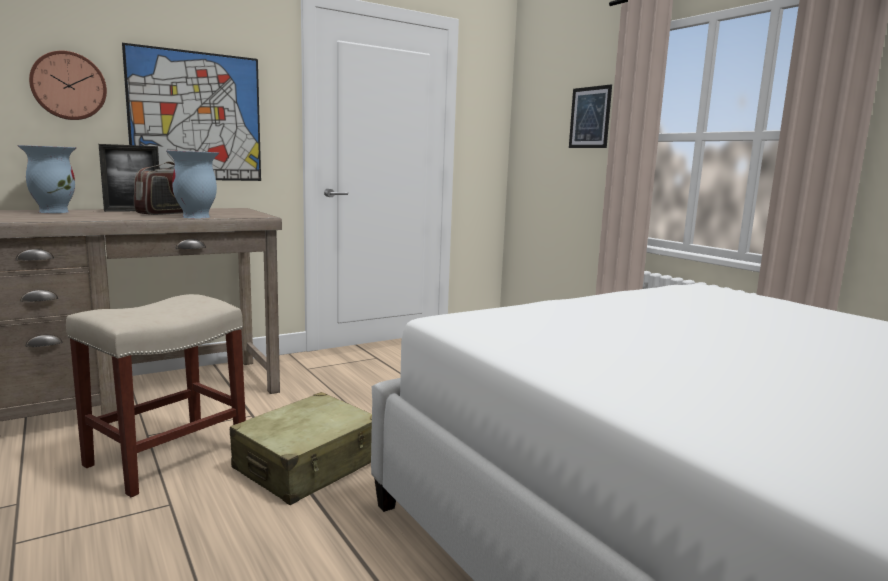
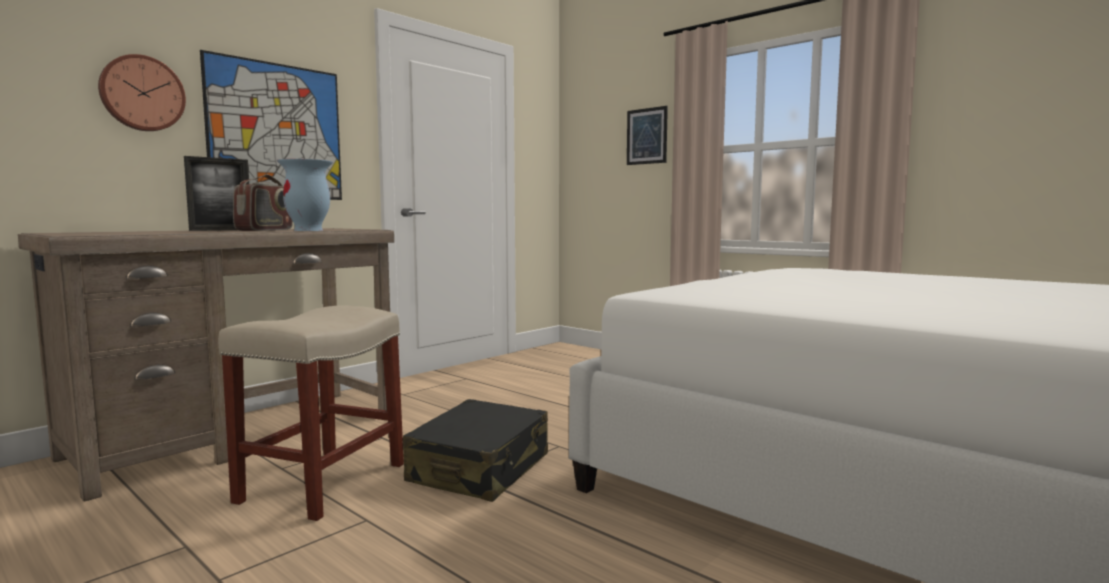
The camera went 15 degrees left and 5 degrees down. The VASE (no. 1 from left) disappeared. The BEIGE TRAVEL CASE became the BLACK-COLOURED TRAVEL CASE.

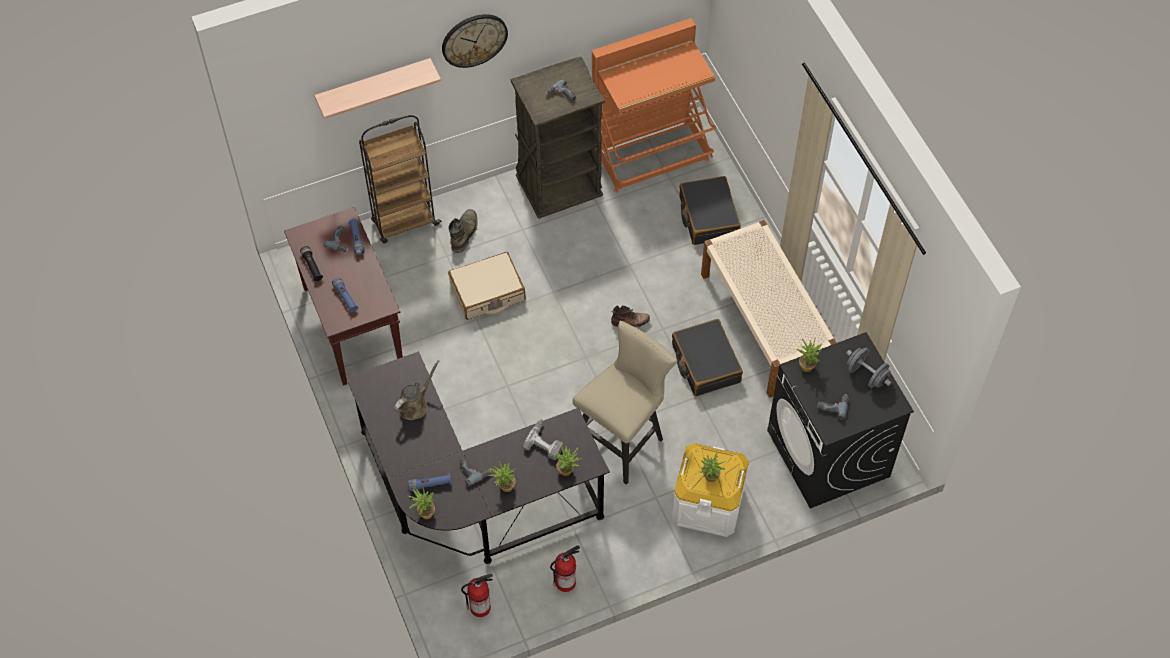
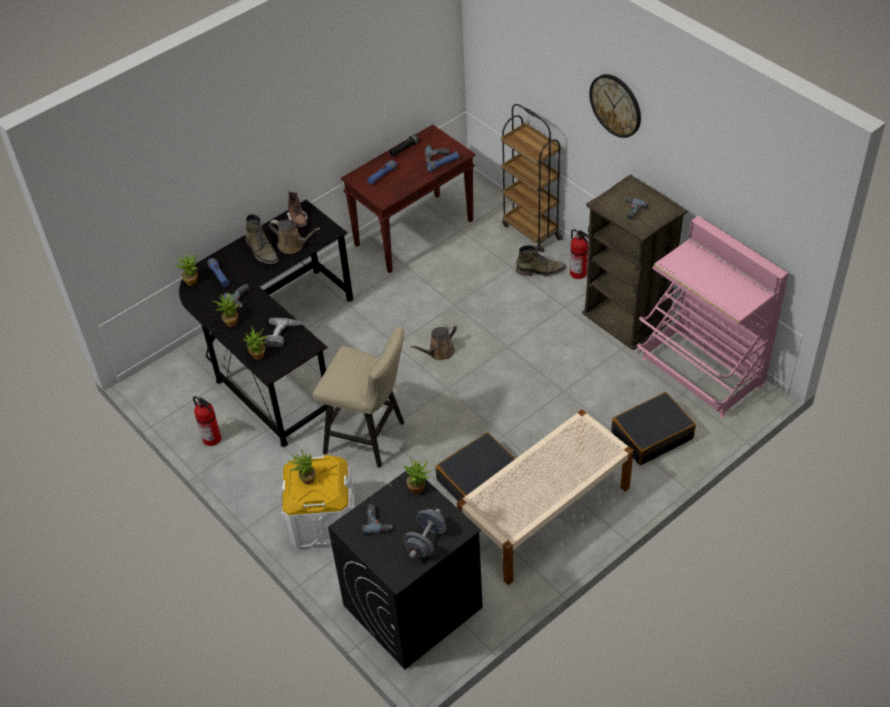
The camera went 75 degrees right and 10 degrees down. The ORANGE-COLOURED SHOE RACK became the PINK SHOE RACK. The BRACKET SHELF disappeared. The BEIGE TRAVEL CASE disappeared. The BROWN HIGH-TOP BOOT moved. The FIRE-FIGHTING CYLINDER (no. 1 from left in the first image) moved. The GREENISH HIGH-TOP BOOT (no. 1 from left) appeared. The BROWN SPRINKLING CAN (no. 2 from left) appeared.

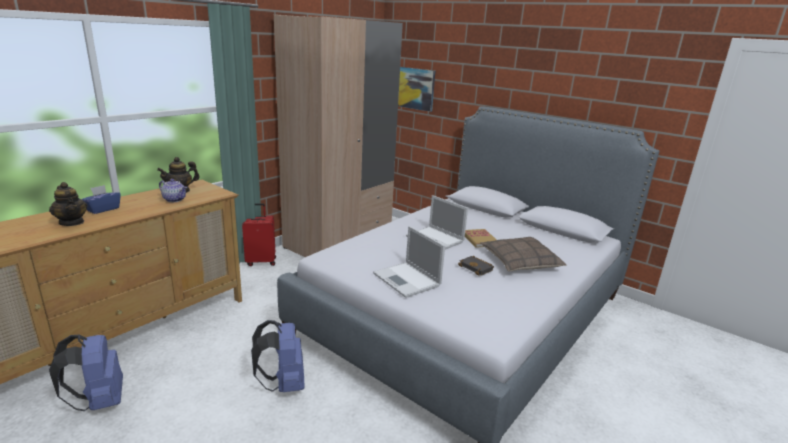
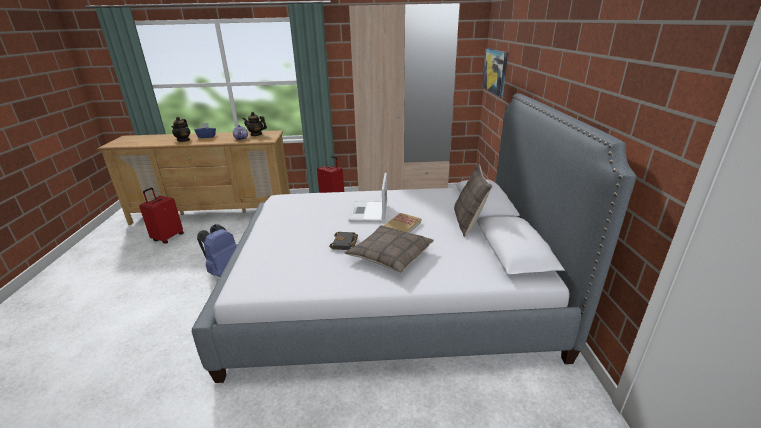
The camera went 50 degrees right and 5 degrees up. The LAPTOP (no. 1 from left) disappeared. The BLUE RUCKSACK (no. 1 from left) was replaced by the RED TRAVEL CASE (no. 1 from left). The PILLOW (no. 2 from left) appeared.

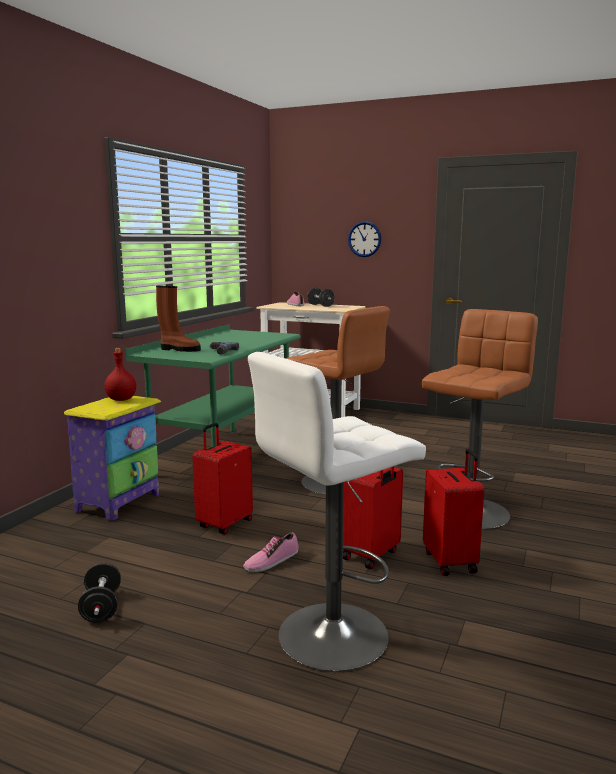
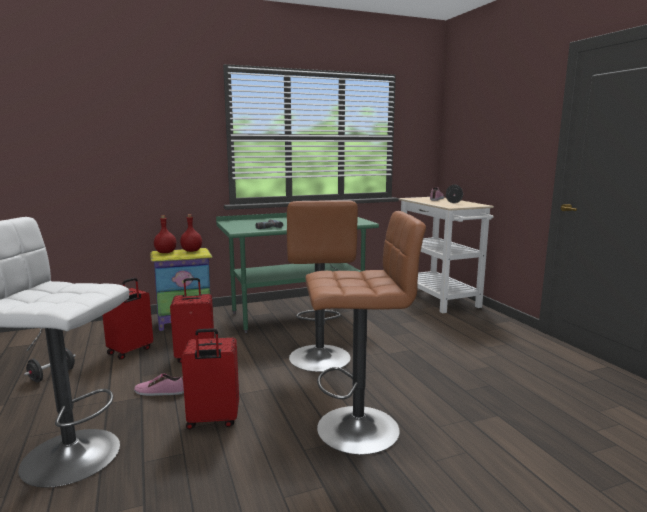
The camera went 45 degrees right and 0 degrees up. The CLOCK ON THE WALL disappeared. The BROWN HIGH-TOP BOOT disappeared. The RED TRAVEL CASE (no. 3 from left in the first image) moved. The RED BEVERAGE BOTTLE (no. 1 from left) appeared.

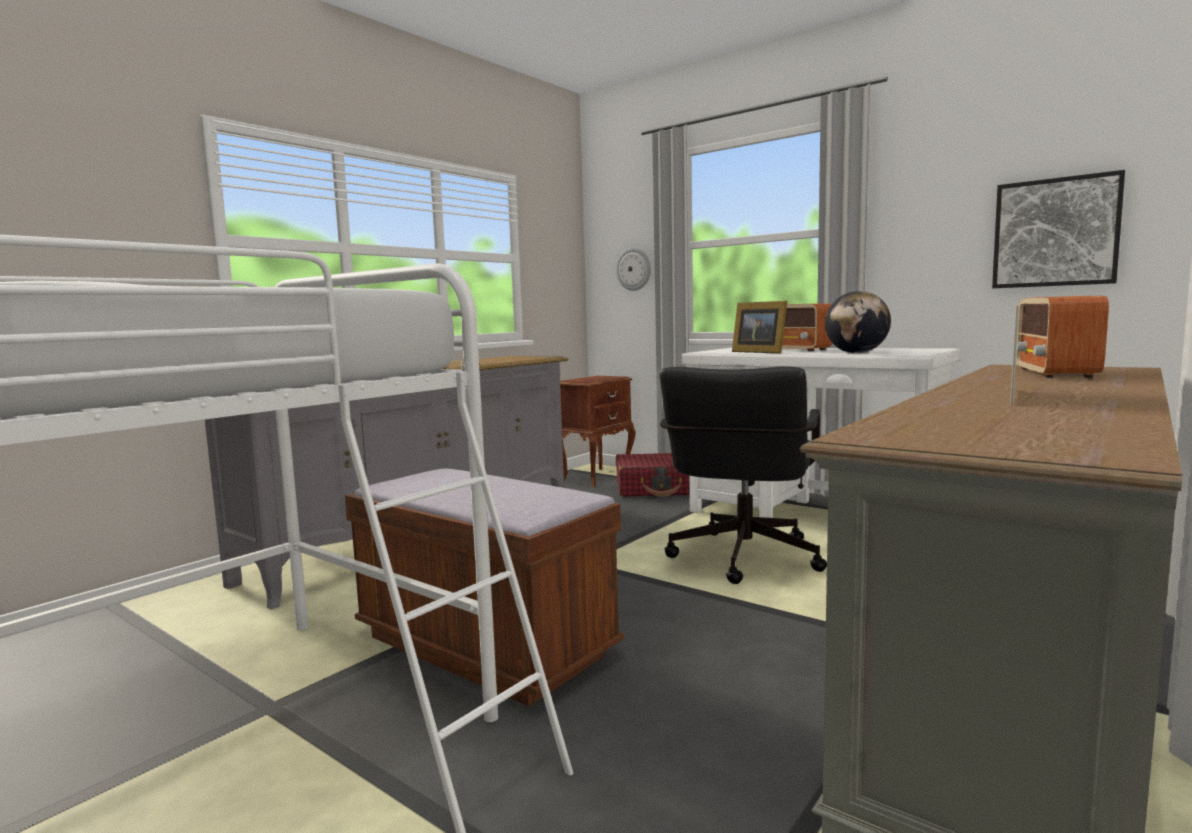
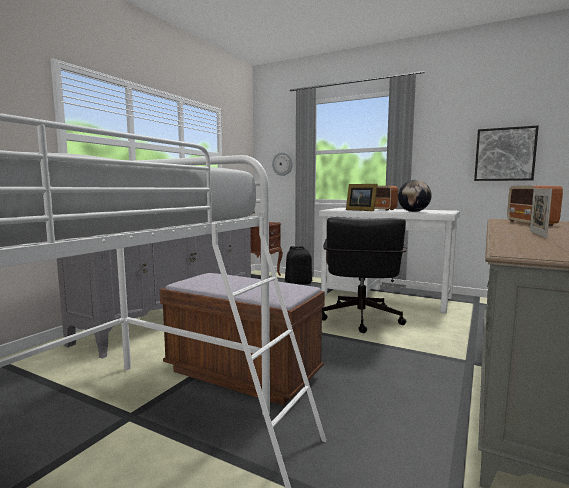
The camera went 10 degrees left and 0 degrees up. The RED TRAVEL CASE was replaced by the BLACK-COLOURED RUCKSACK.

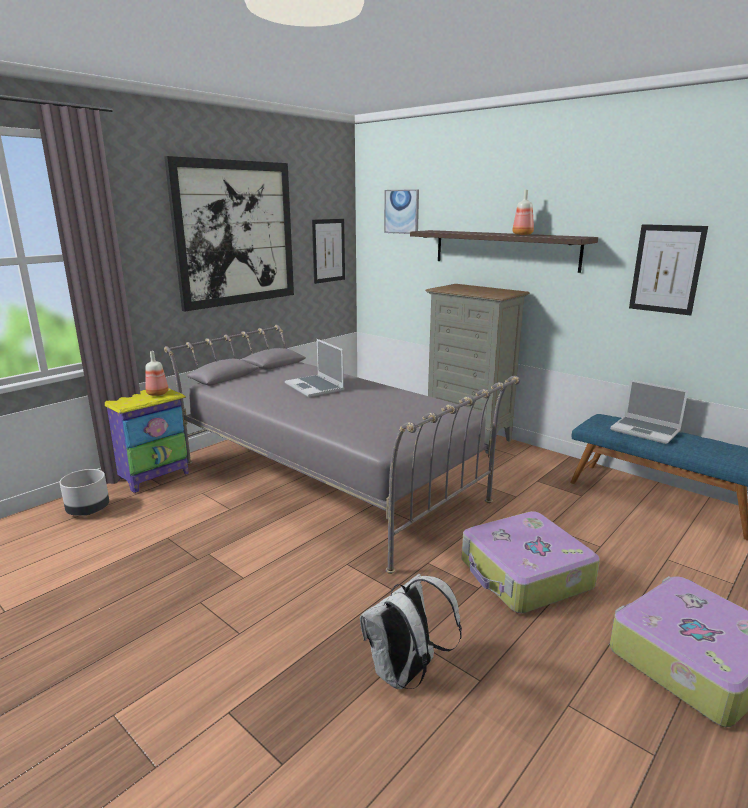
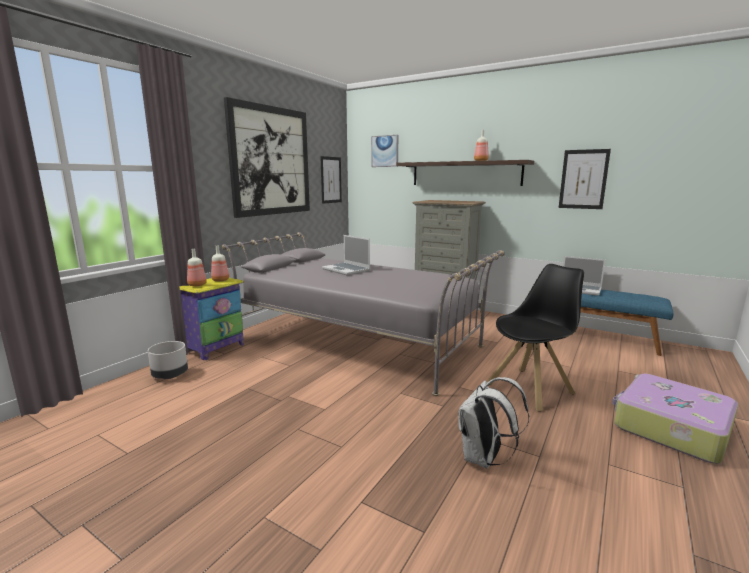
The camera went 10 degrees left and 5 degrees down. The TRAVEL CASE (no. 1 from left) was replaced by the BLACK-COLOURED PLAIN CHAIR. The BEVERAGE BOTTLE (no. 1 from left) appeared.

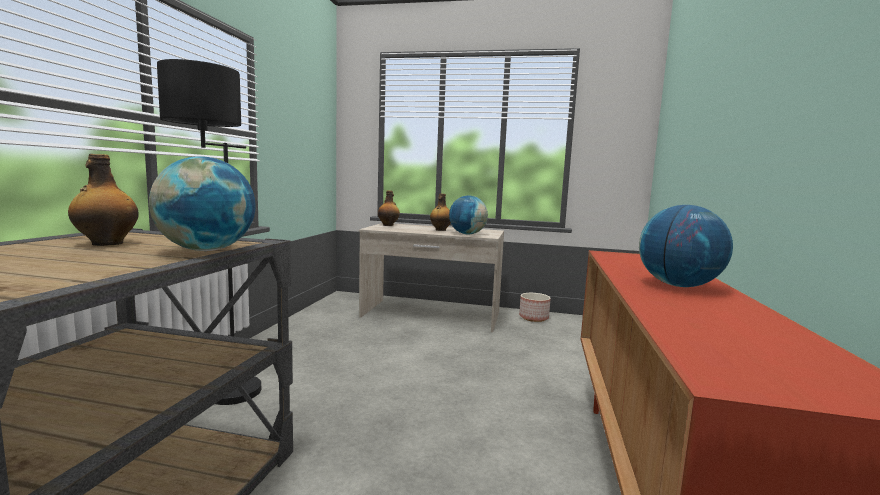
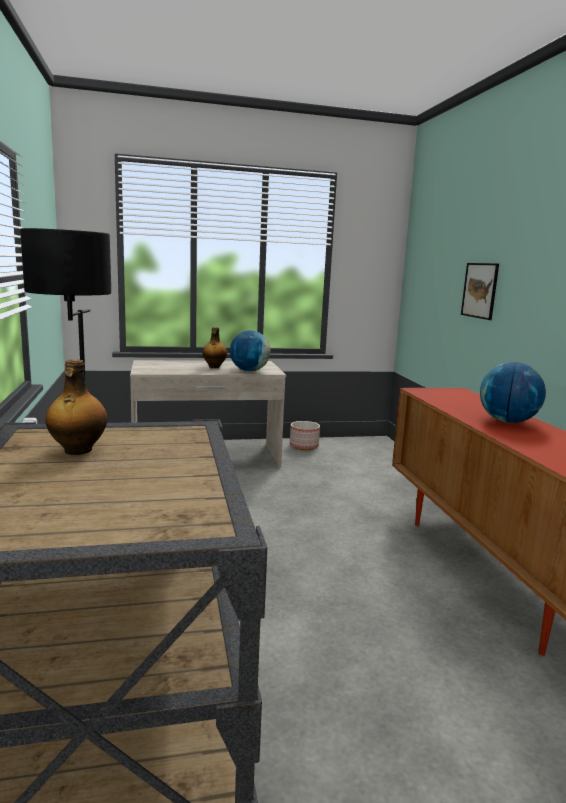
The camera went 25 degrees left and 5 degrees up. The GLOBE (no. 1 from left) disappeared. The BEVERAGE BOTTLE (no. 2 from left) disappeared. The PICTURE appeared.

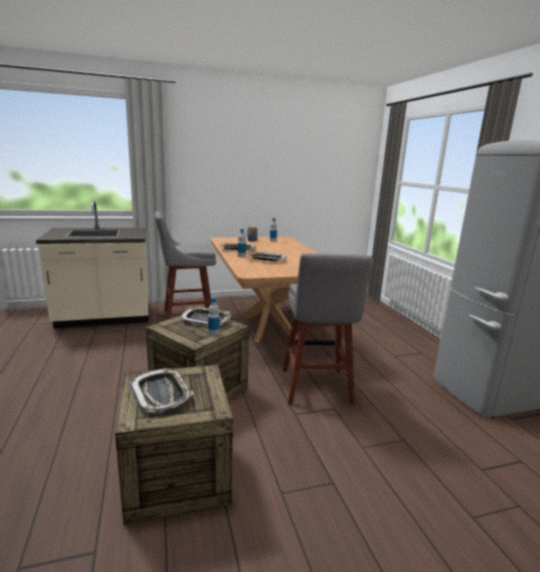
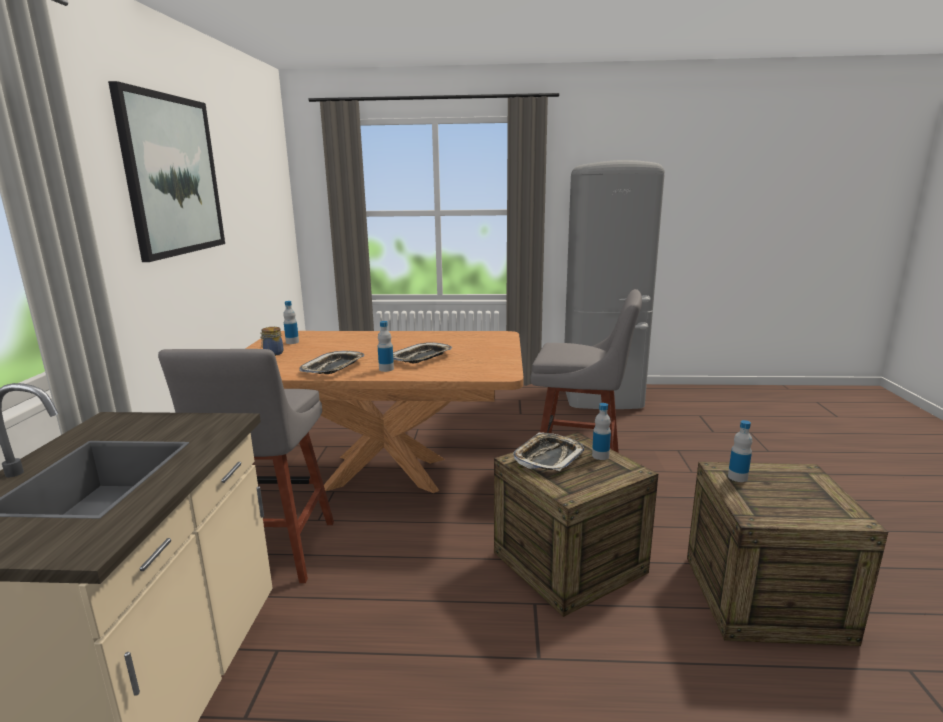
The camera went 70 degrees left and 0 degrees up. The TRAY (no. 1 from left) disappeared. The PICTURE appeared. The BEVERAGE BOTTLE (no. 4 from left) appeared.

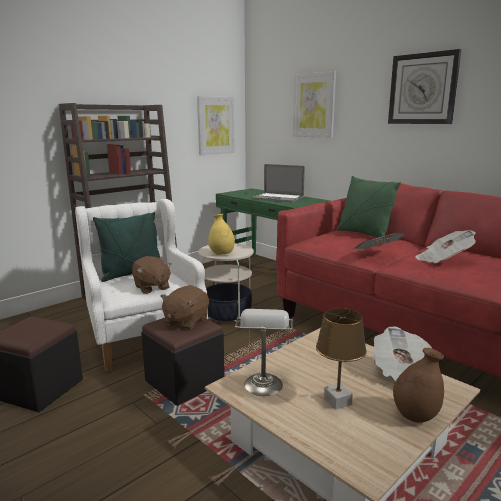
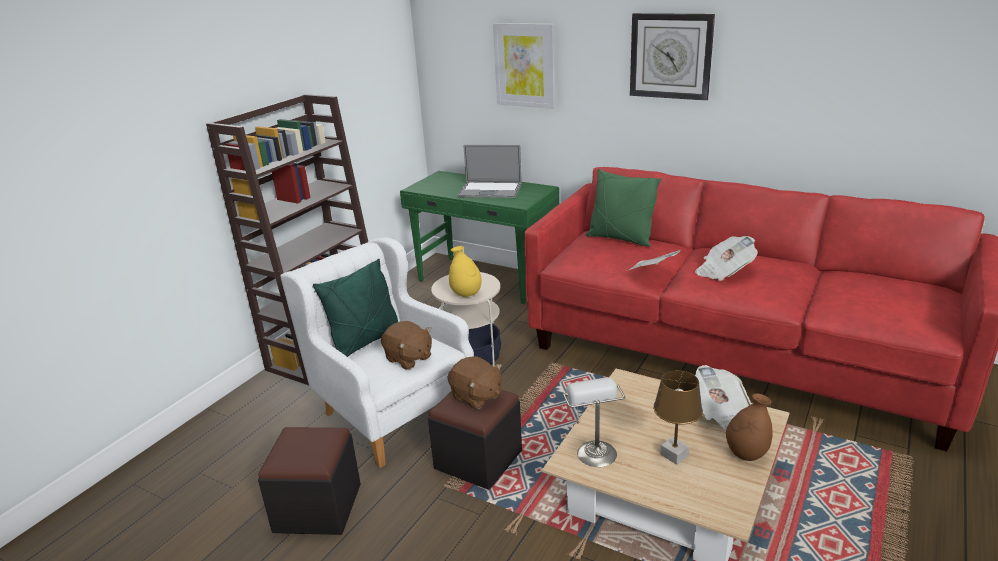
The camera went 15 degrees left and 10 degrees up. The PICTURE (no. 1 from left) disappeared. The BROWN CUDDLY TOY (no. 2 from left) turned 60 degrees counterclockwise.

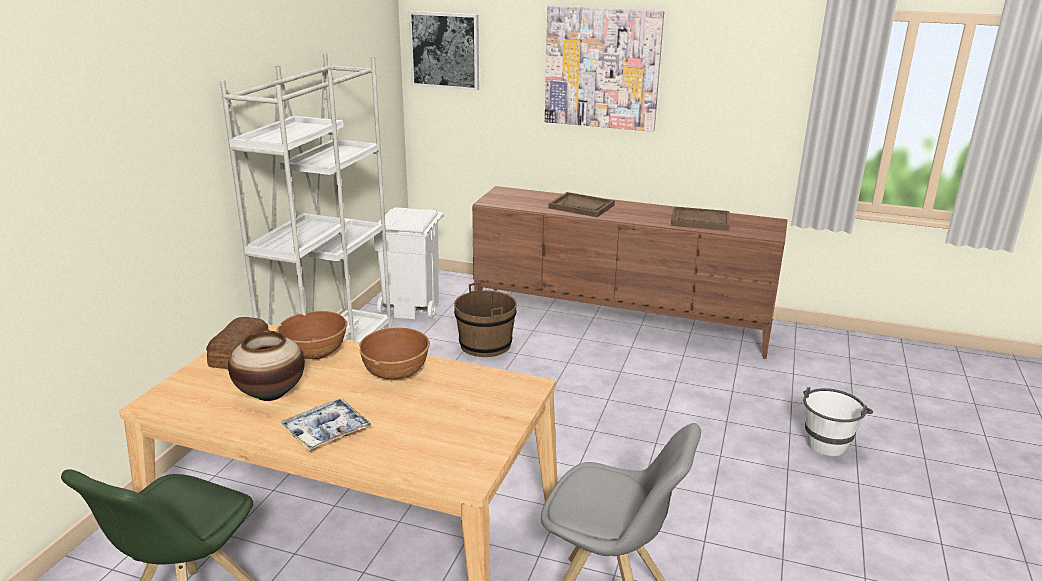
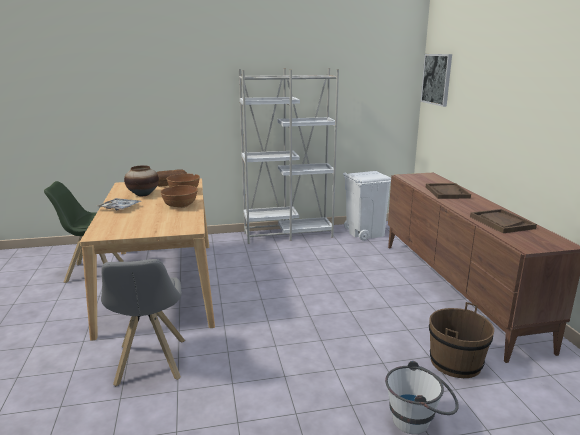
The camera went 60 degrees right and 5 degrees down. The PICTURE (no. 2 from left) disappeared. The BROWN BUCKET moved.

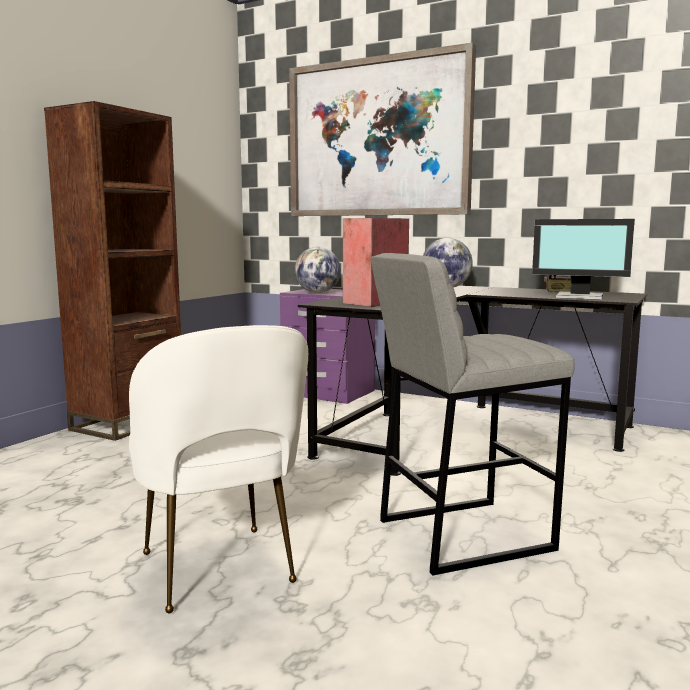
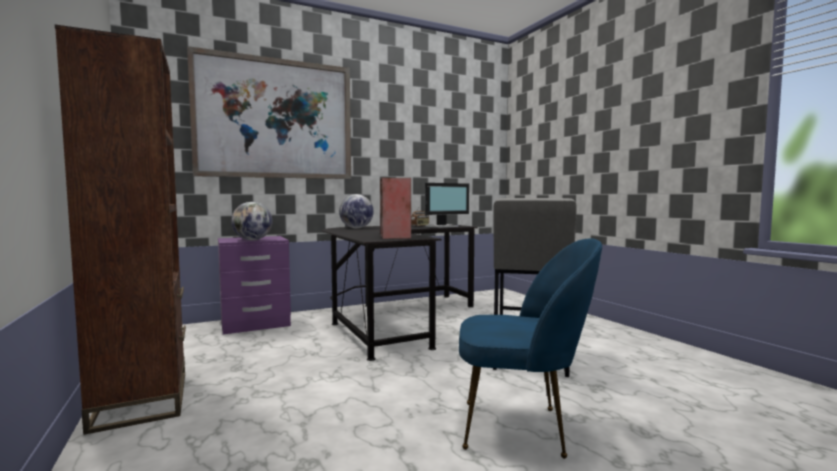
The camera went 55 degrees left and 5 degrees down. The WHITE PLAIN CHAIR became the BLUE PLAIN CHAIR.

